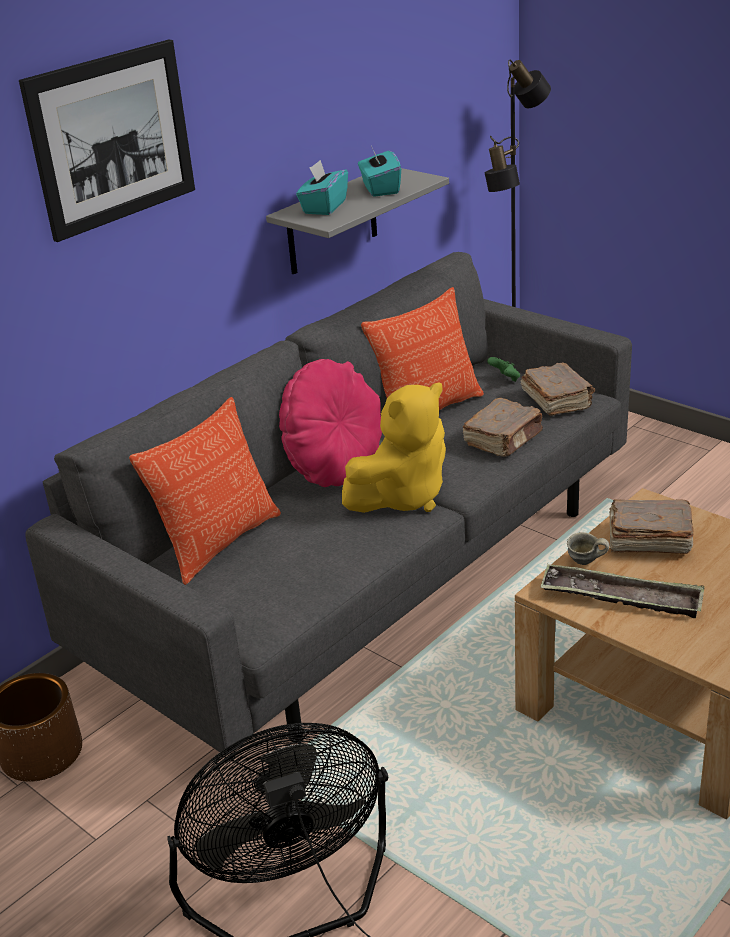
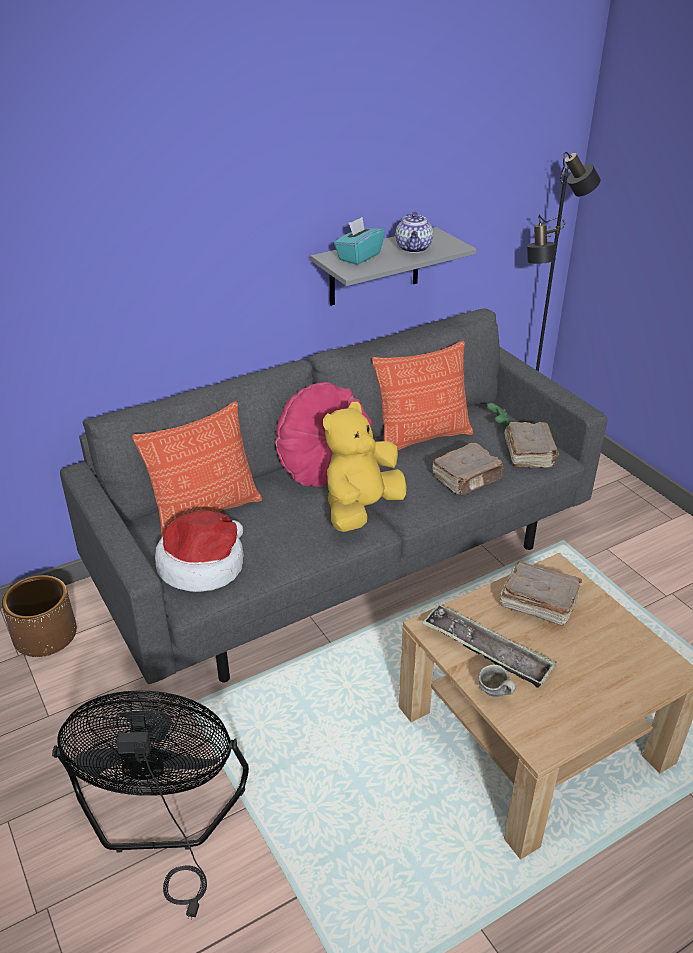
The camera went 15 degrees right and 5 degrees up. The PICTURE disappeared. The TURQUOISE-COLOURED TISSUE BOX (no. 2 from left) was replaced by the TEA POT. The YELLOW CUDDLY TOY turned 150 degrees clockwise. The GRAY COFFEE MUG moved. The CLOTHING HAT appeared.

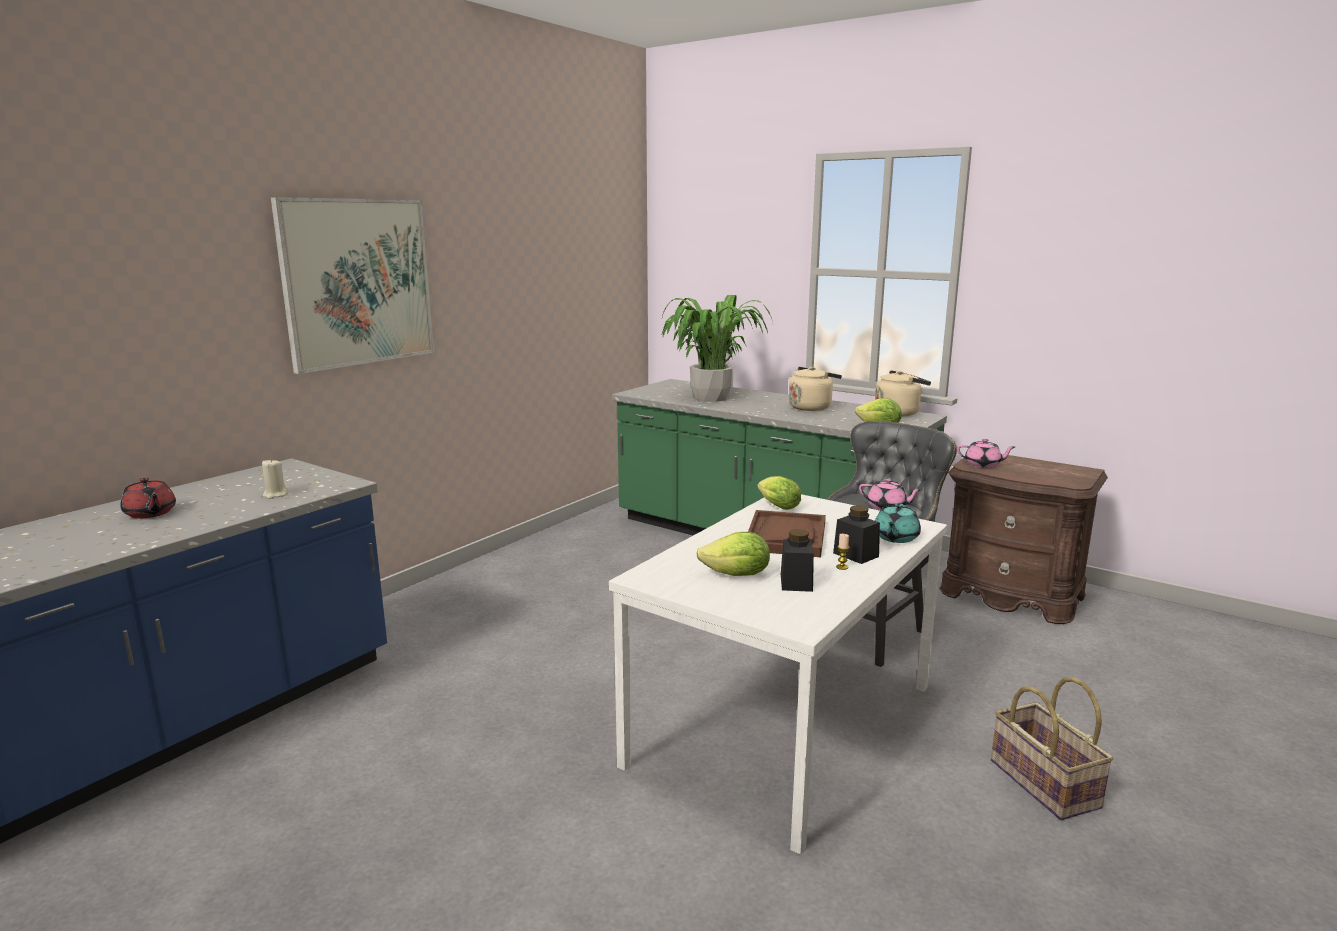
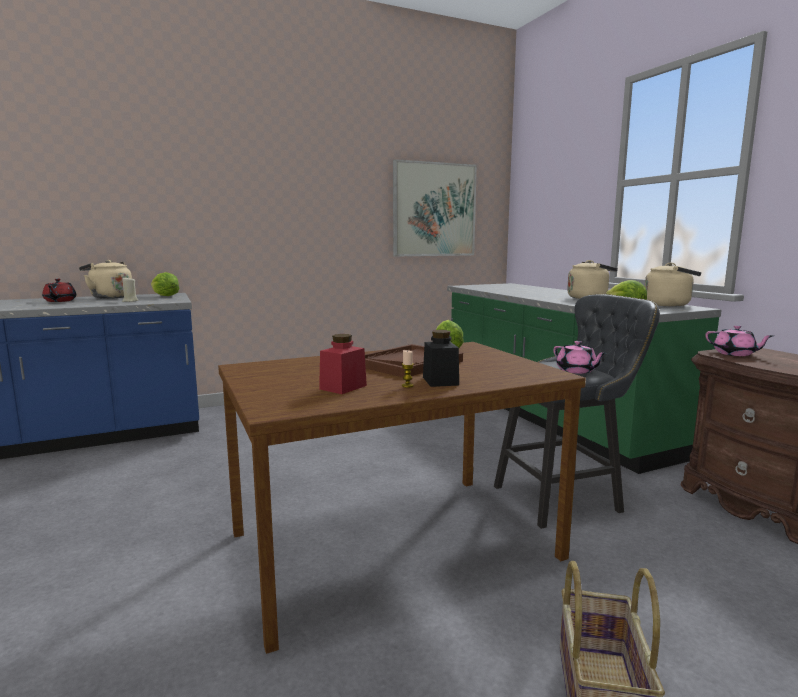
The camera went 30 degrees right and 5 degrees down. The PICTURE moved. The PLANT IN A POT disappeared. The WHITE DINING TABLE became the BROWN DINING TABLE. The TURQUOISE-COLOURED TEA POT disappeared. The BLACK-COLOURED JAR (no. 1 from left) became the RED JAR. The LETTUCE (no. 1 from left) moved. The BEIGE KETTLE (no. 1 from left) appeared.

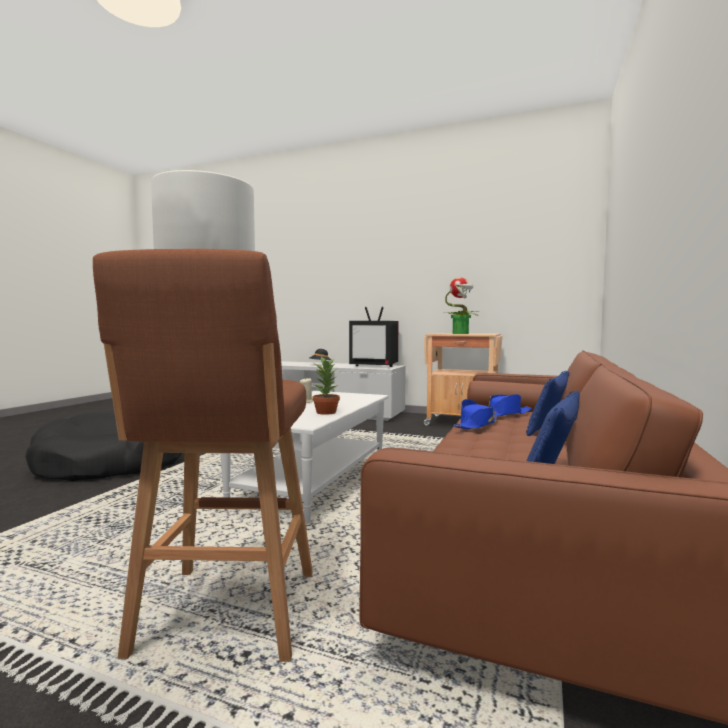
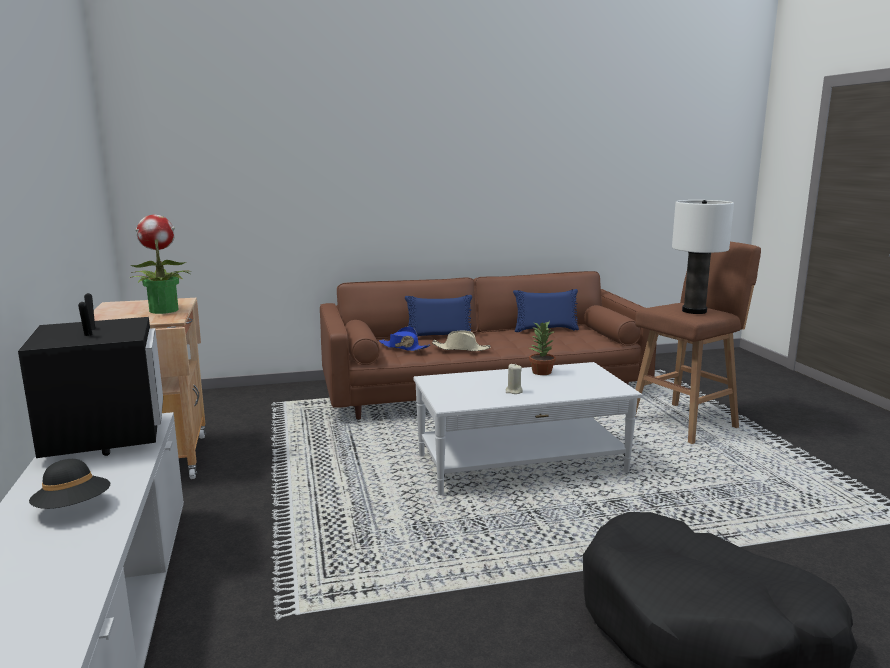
The camera went 125 degrees left and 10 degrees up. The BLUE CLOTHING HAT (no. 1 from left) became the BEIGE CLOTHING HAT.

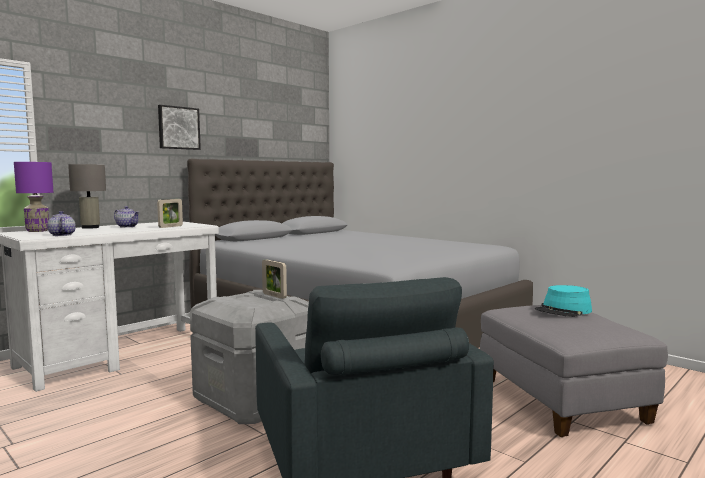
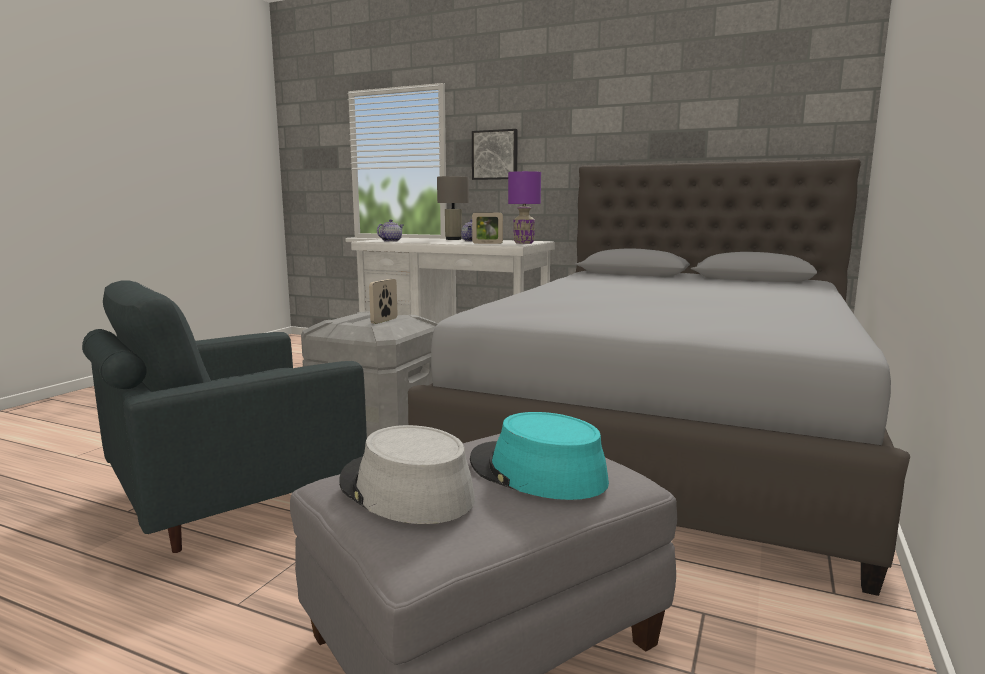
The camera went 70 degrees right and 5 degrees up. The PICTURE moved. The PURPLE TABLE LAMP moved. The GRAY CLOTHING HAT appeared.

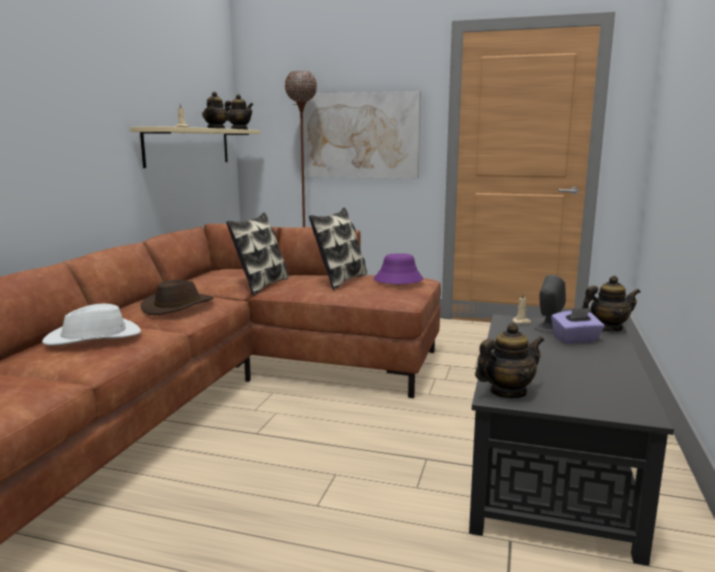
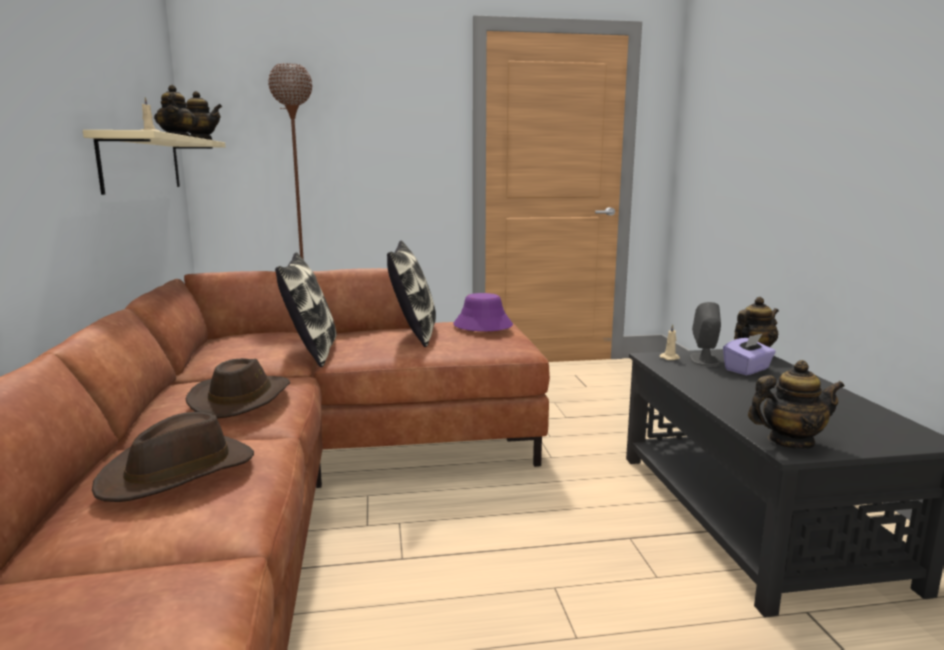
The camera went 25 degrees left and 0 degrees up. The PICTURE disappeared. The WHITE CLOTHING HAT became the BROWN CLOTHING HAT (no. 1 from left). The TEA POT (no. 3 from left in the first image) turned 45 degrees clockwise.

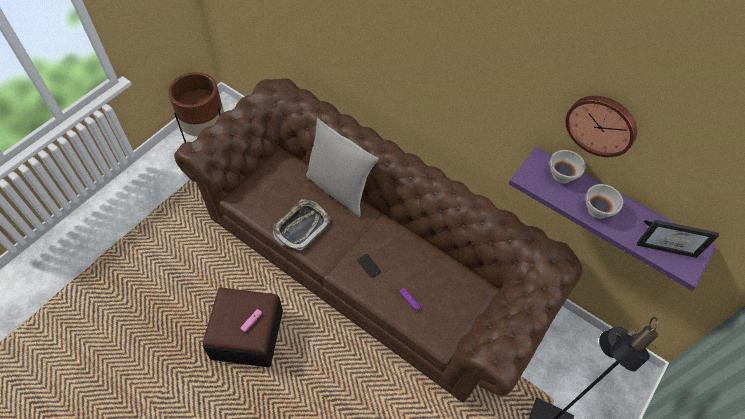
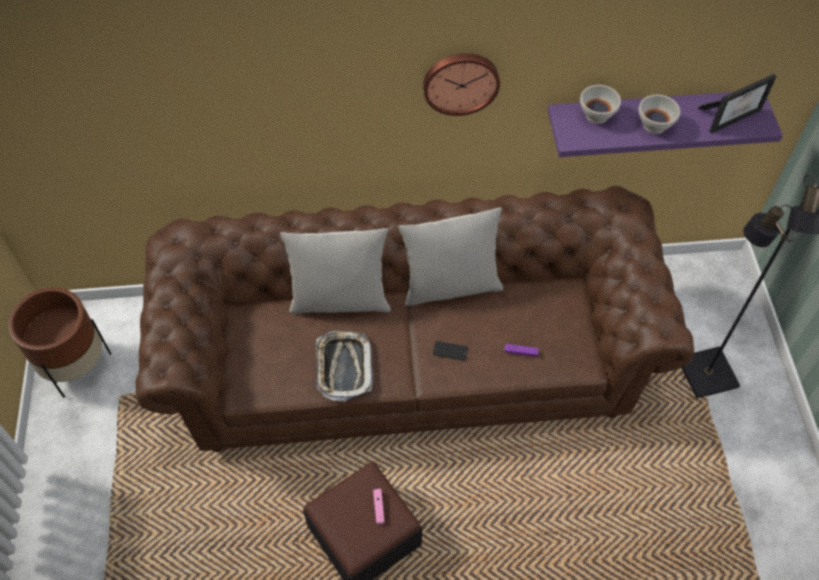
The camera went 40 degrees left and 0 degrees up. The CLOCK ON THE WALL moved. The GRAY PILLOW (no. 2 from left) appeared.

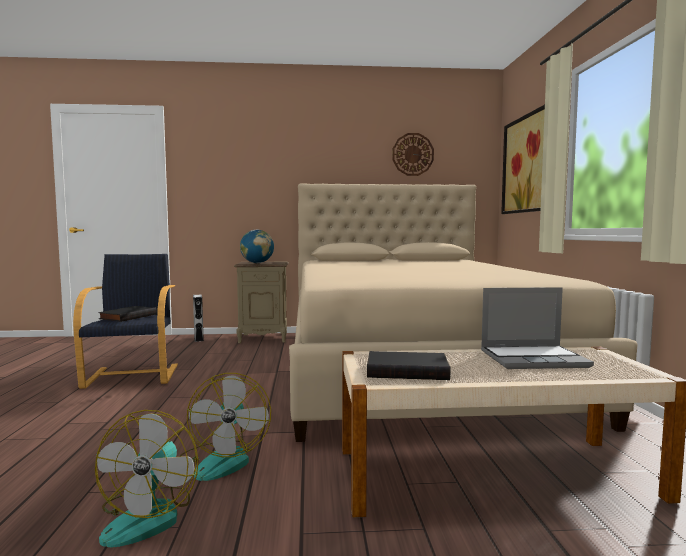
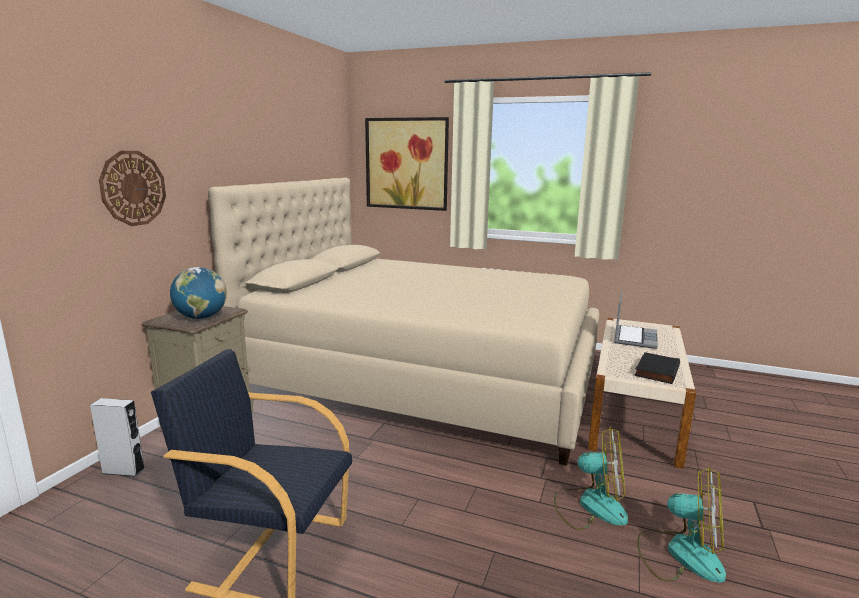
The camera went 65 degrees left and 10 degrees up. The CLOCK ON THE WALL moved. The BLACK-COLOURED BOUND BOOK (no. 1 from left) disappeared.

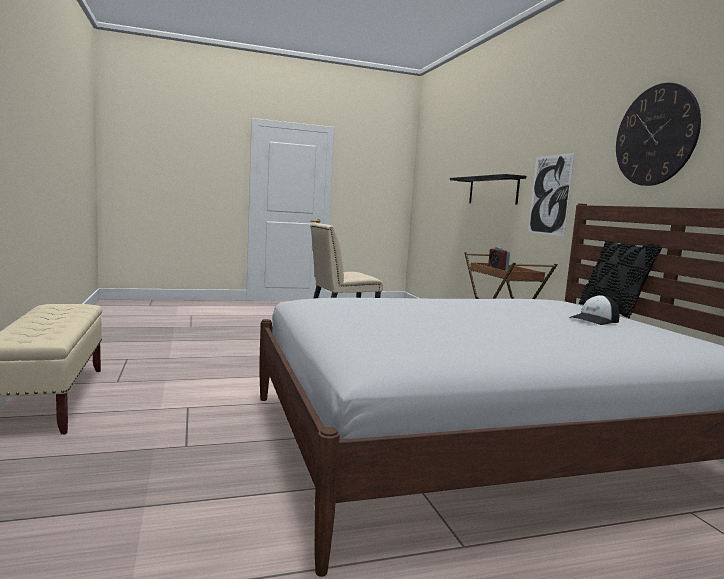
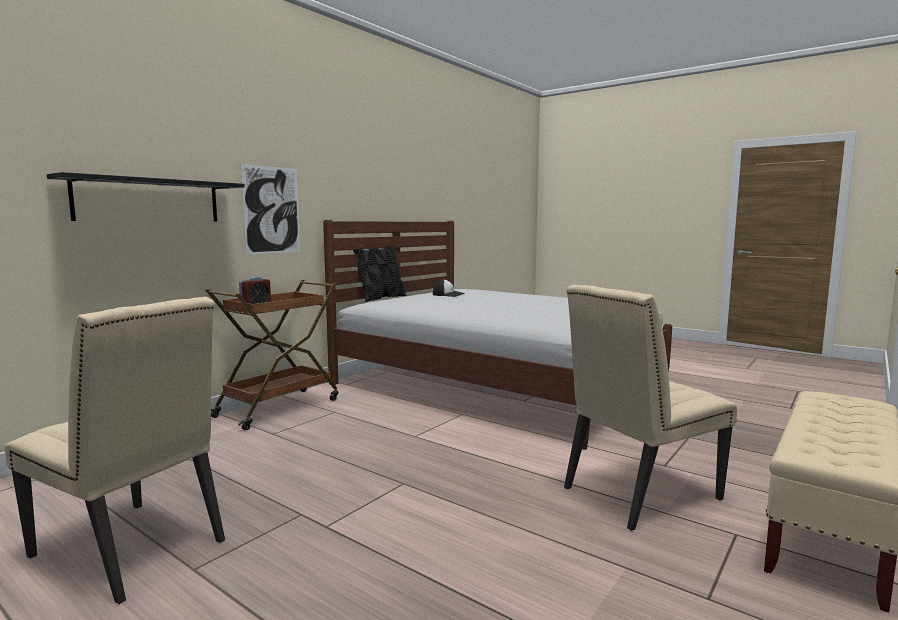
The camera went 125 degrees left and 0 degrees up. The CLOCK ON THE WALL disappeared. The BEIGE PLAIN CHAIR (no. 2 from left) appeared.

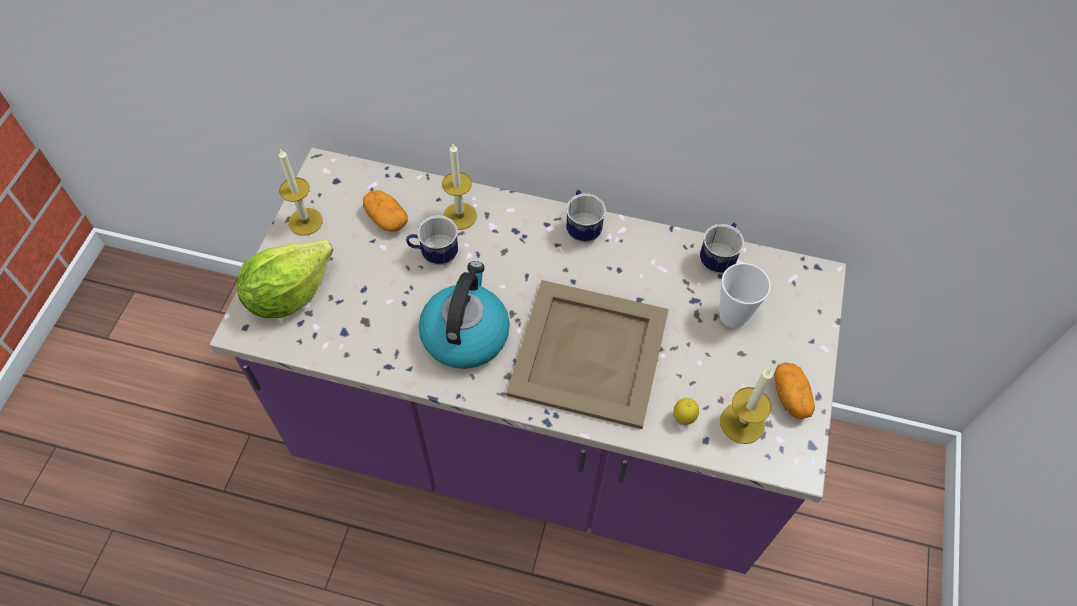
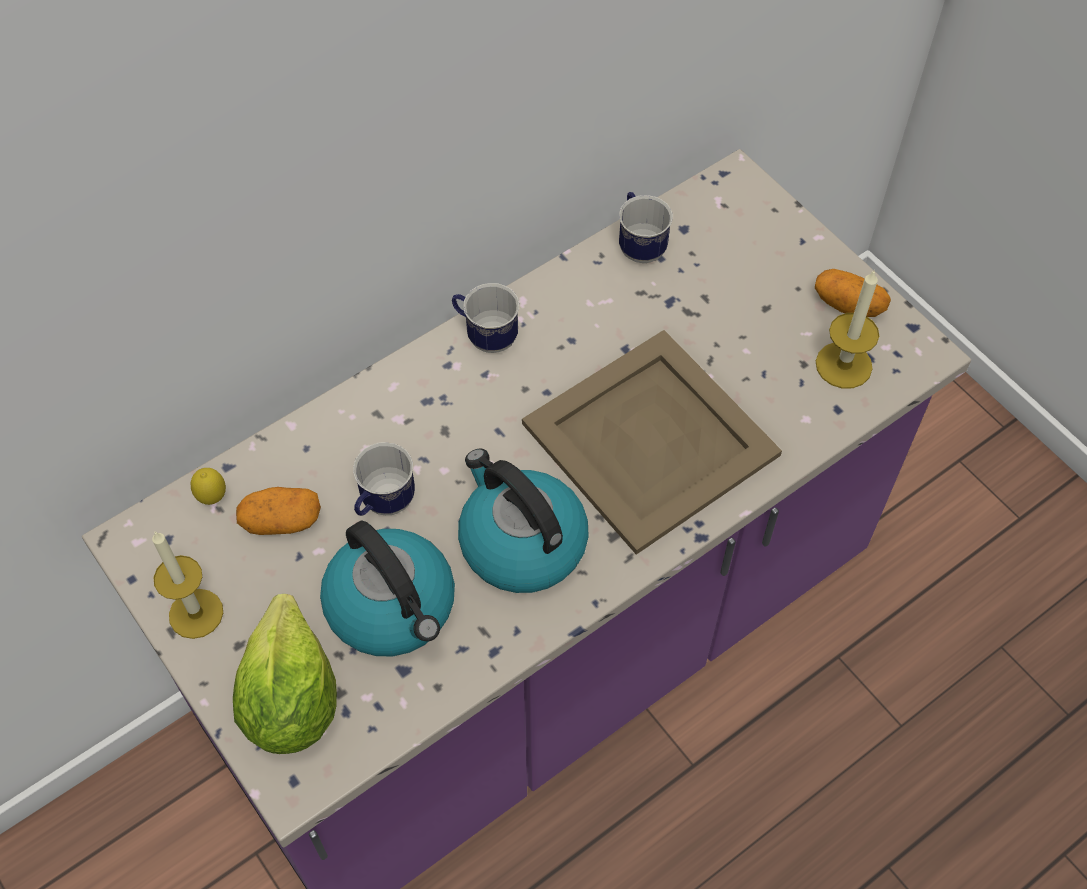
The camera went 50 degrees left and 0 degrees up. The CANDLE (no. 2 from left) disappeared. The CUP disappeared. The CITRUS FRUIT moved. The KETTLE (no. 1 from left) appeared.

